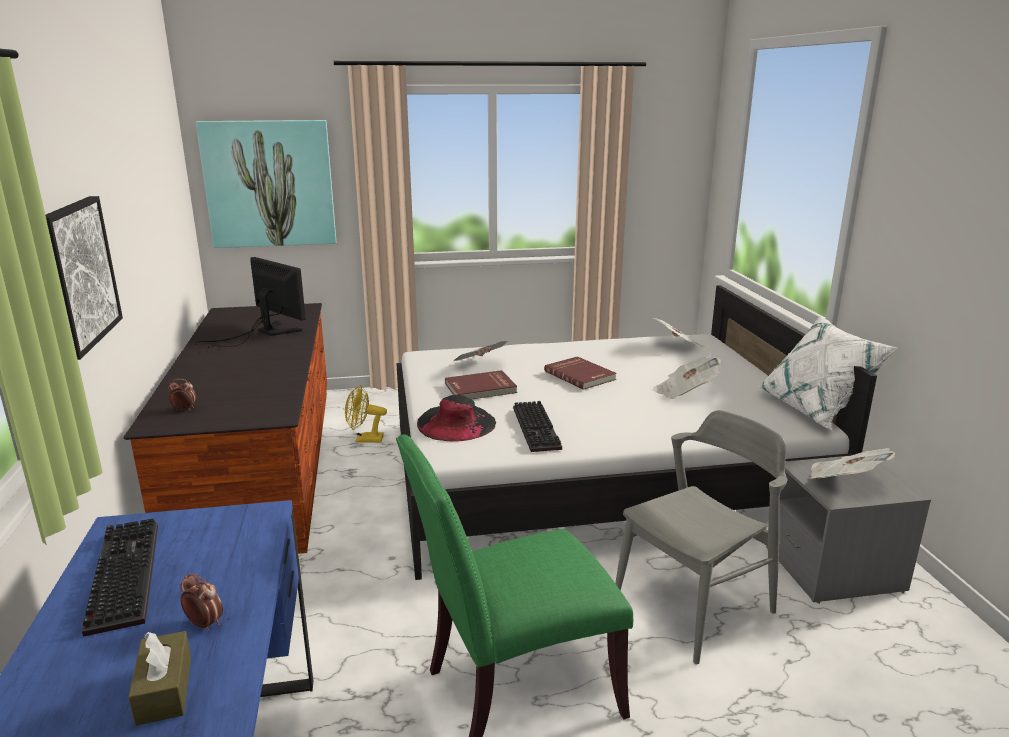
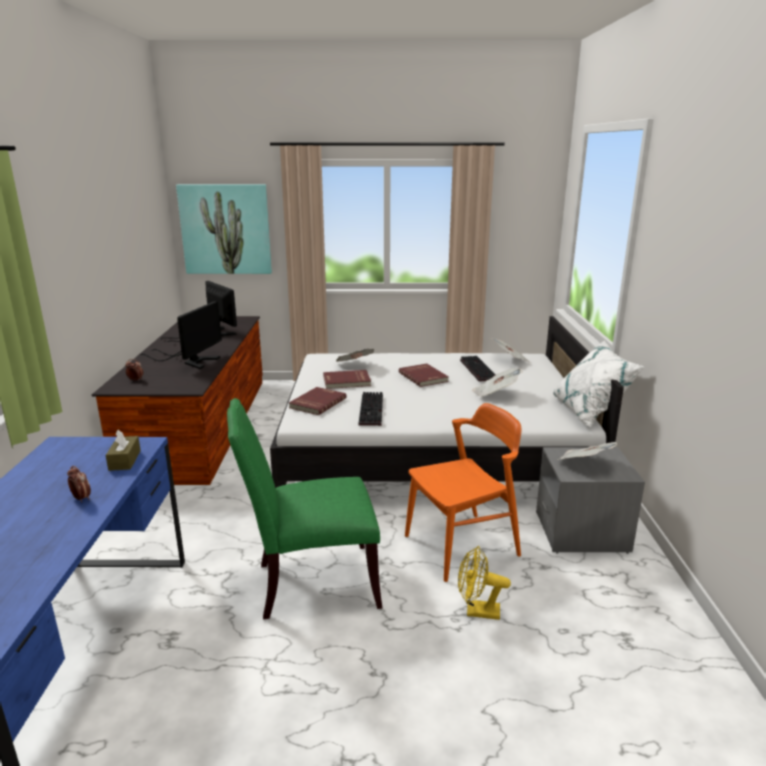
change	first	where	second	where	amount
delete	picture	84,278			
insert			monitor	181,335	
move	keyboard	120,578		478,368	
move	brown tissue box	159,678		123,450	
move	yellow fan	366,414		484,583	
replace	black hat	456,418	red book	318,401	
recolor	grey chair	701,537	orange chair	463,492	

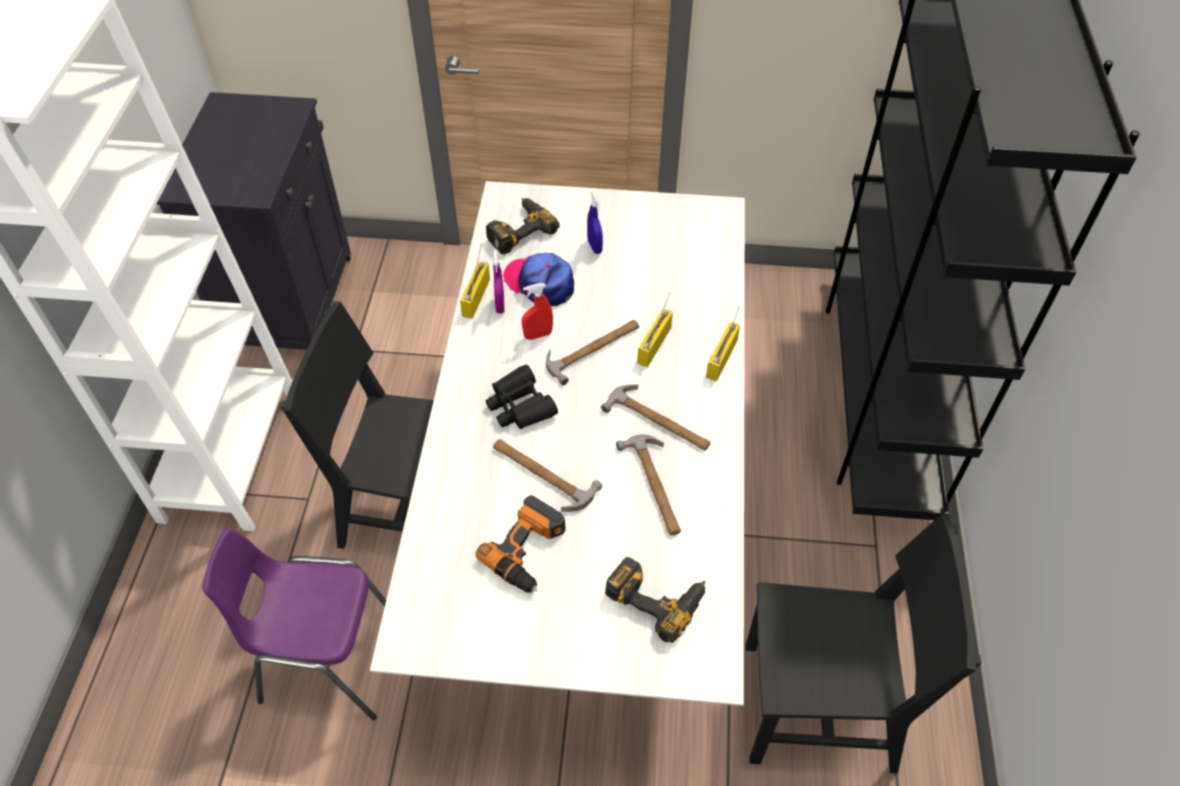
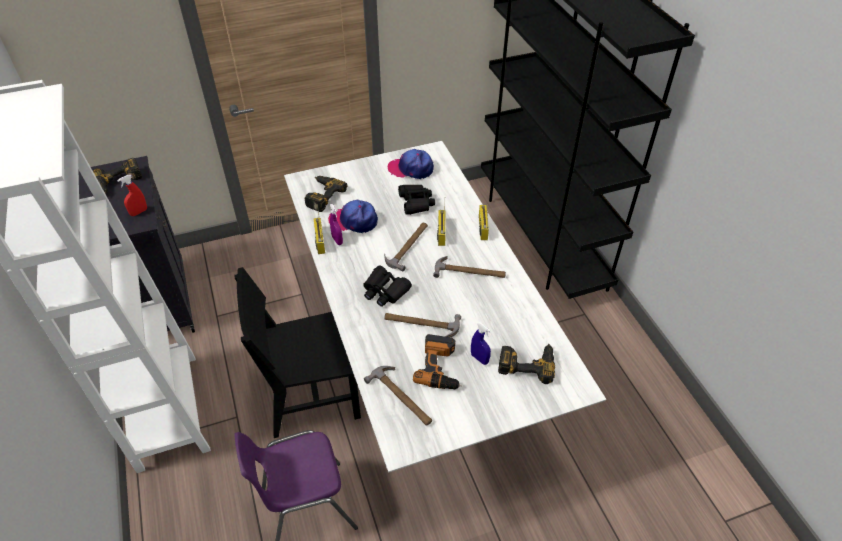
change	first	where	second	where	amount
delete	black chair	864,643			
insert			power drill	117,176	
insert			cap	411,164	
insert			black binoculars	416,200	
move	red spray bottle	537,311		132,195	
move	blue spray bottle	595,223		481,343	
move	hammer	648,484		398,396	

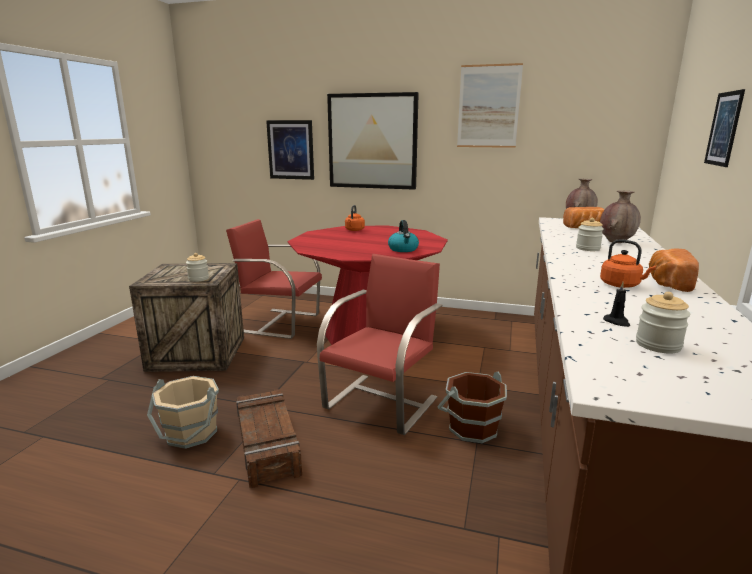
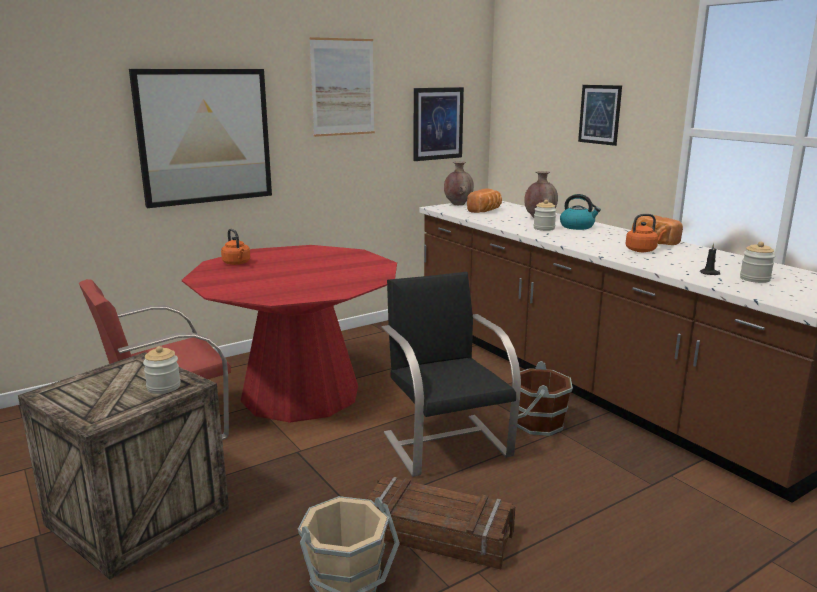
change	first	where	second	where	amount
move	picture	290,150		439,124	
move	kettle	403,236		580,212	
recolor	red chair	379,344	black chair	451,374	

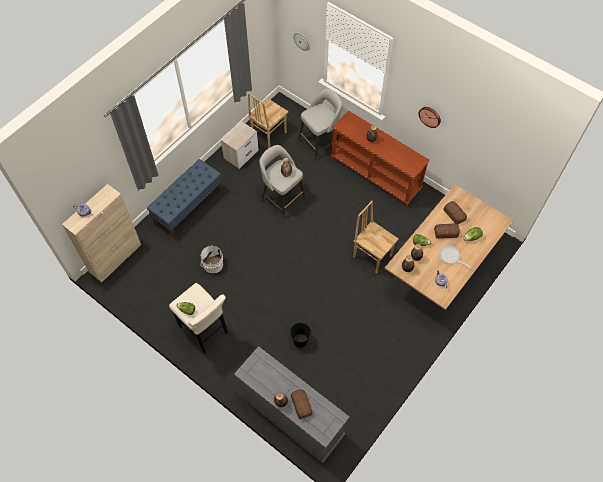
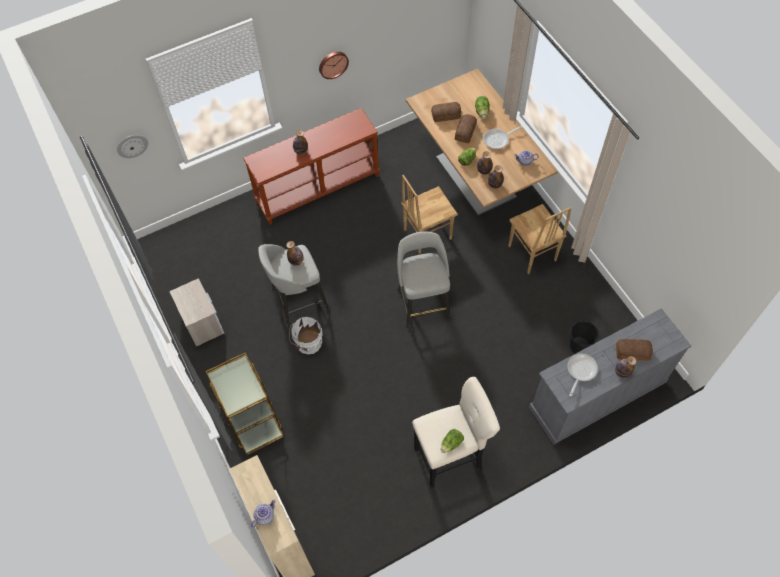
change	first	where	second	where	amount
insert			frying pan	582,375	
move	white bucket	211,258		305,335	
move	brown chair	268,120		540,239	
move	black bucket	300,335		584,337	
move	grey stool	320,124		423,280	
replace	blue bench	184,199	brown cart	245,404	

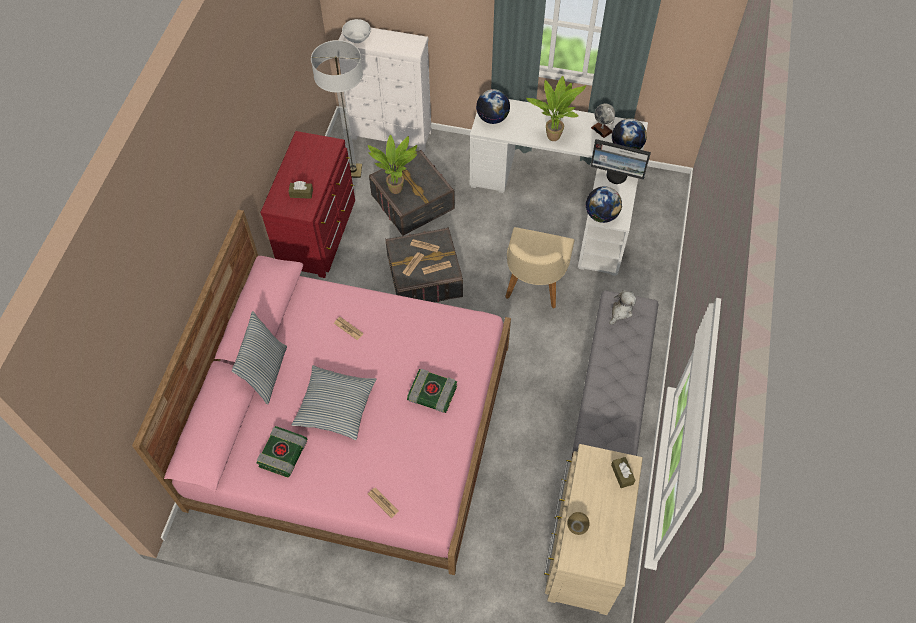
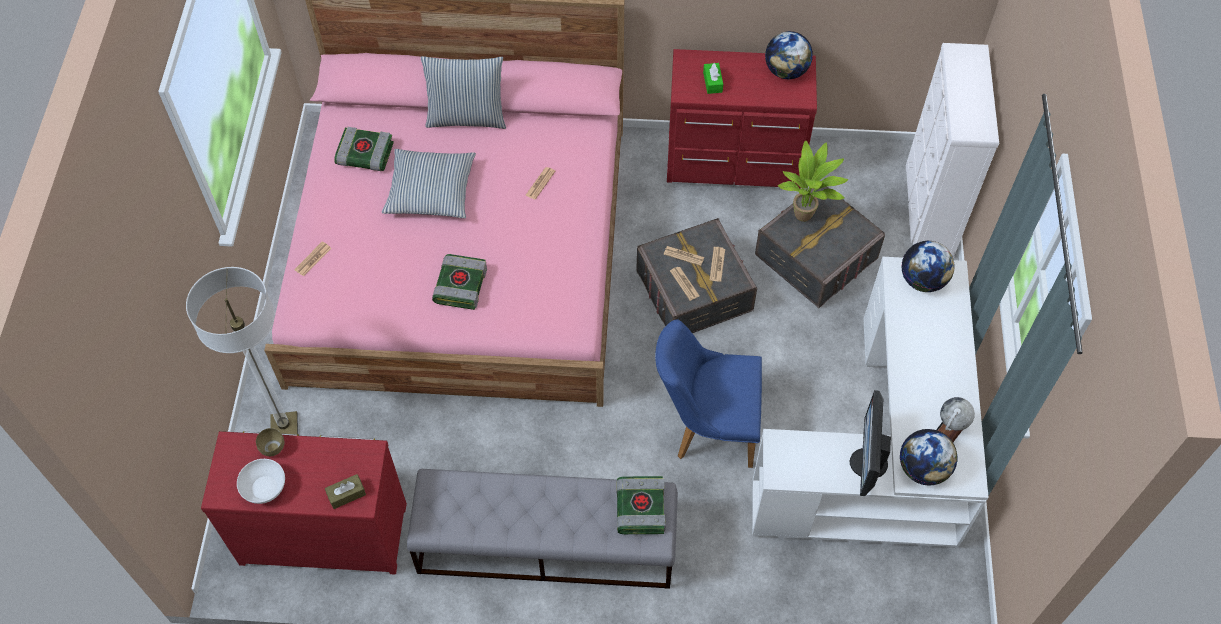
change	first	where	second	where	amount
delete	potted plant	556,108			
move	floor lamp	337,109		242,350	
move	white bowl	356,31		261,481	
move	globe	604,204		789,55	
replace	plush toy	622,307	book	641,505	
recolor	brown tissue box	301,190	green tissue box	713,78	
recolor	beige chair	540,268	blue chair	708,393	
recolor	beige dresser	593,529	red dresser	304,503	

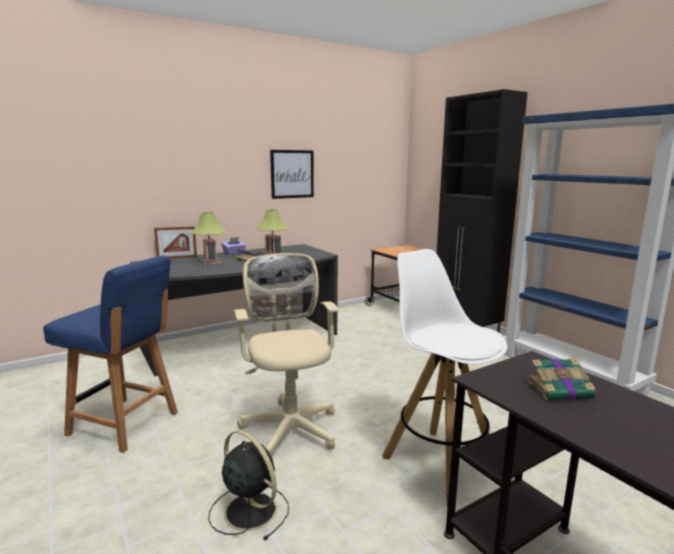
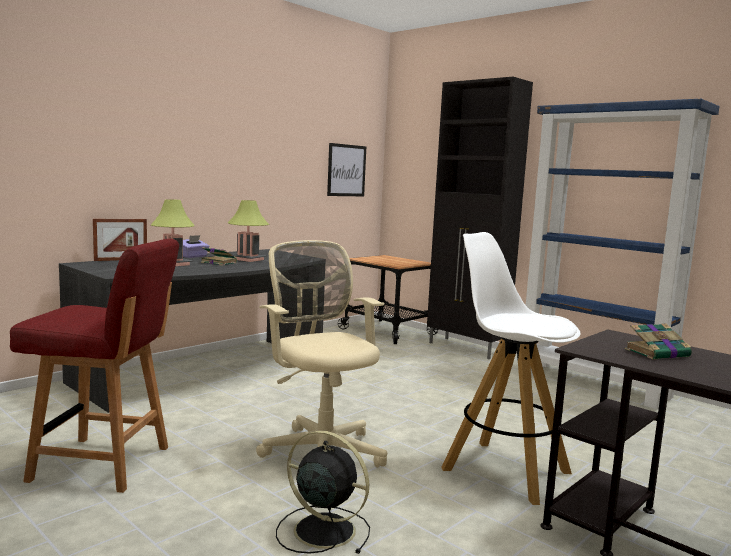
change	first	where	second	where	amount
move	picture	292,174		346,169	
recolor	blue chair	110,354	red chair	94,366	

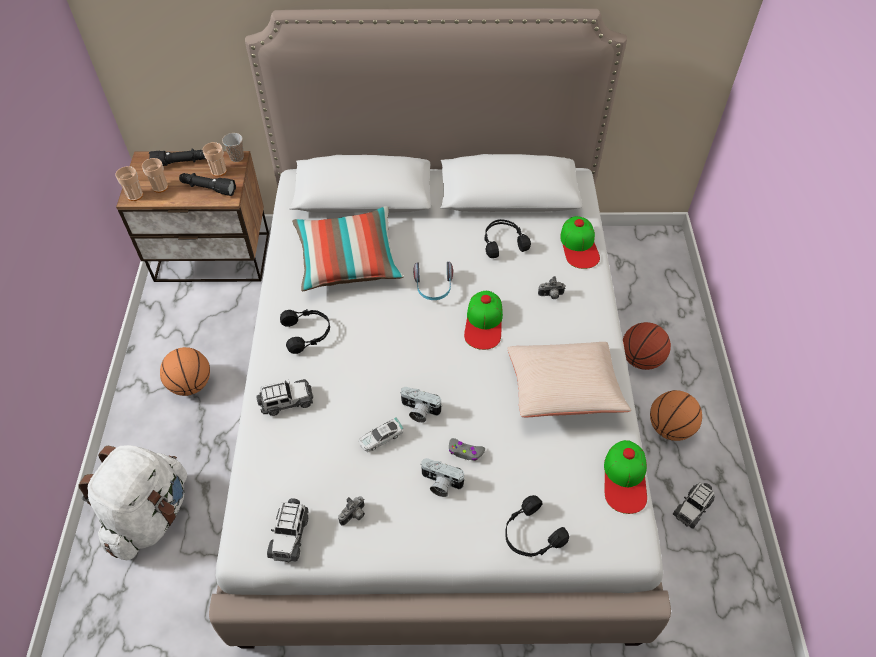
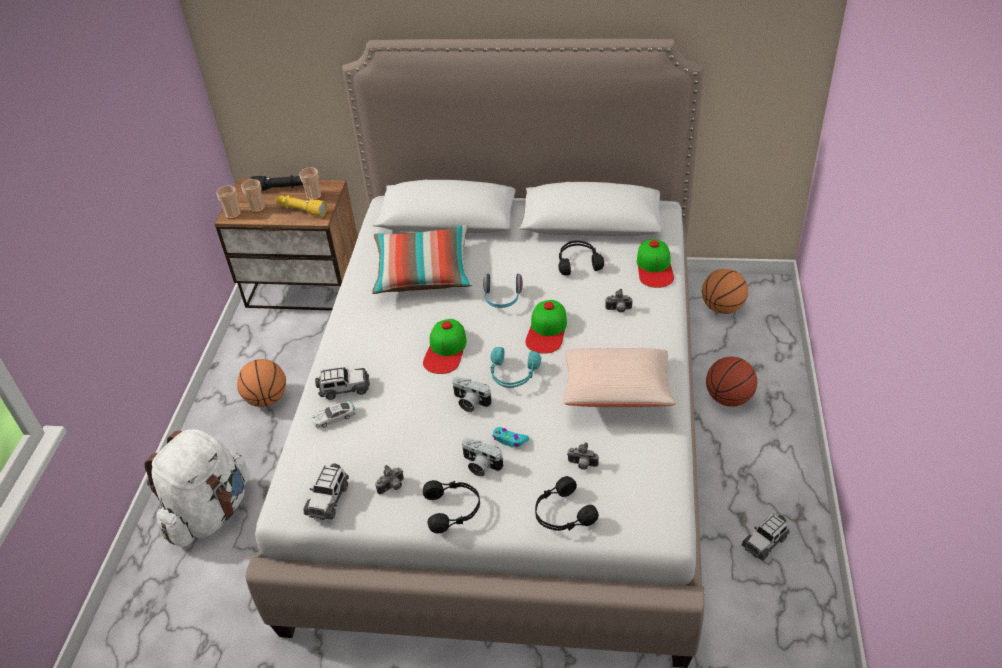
change	first	where	second	where	amount
delete	cup	233,147			
insert			turquoise headphones	516,367	
insert			photo camera	583,456	
move	black headphones	305,331		451,507	
move	toy car	381,434		333,413	
move	cap	625,477		444,346	
move	basketball	676,415		725,291	
recolor	black flashlight	207,184	yellow flashlight	301,206	
recolor	grey game controller	467,449	turquoise game controller	511,437	

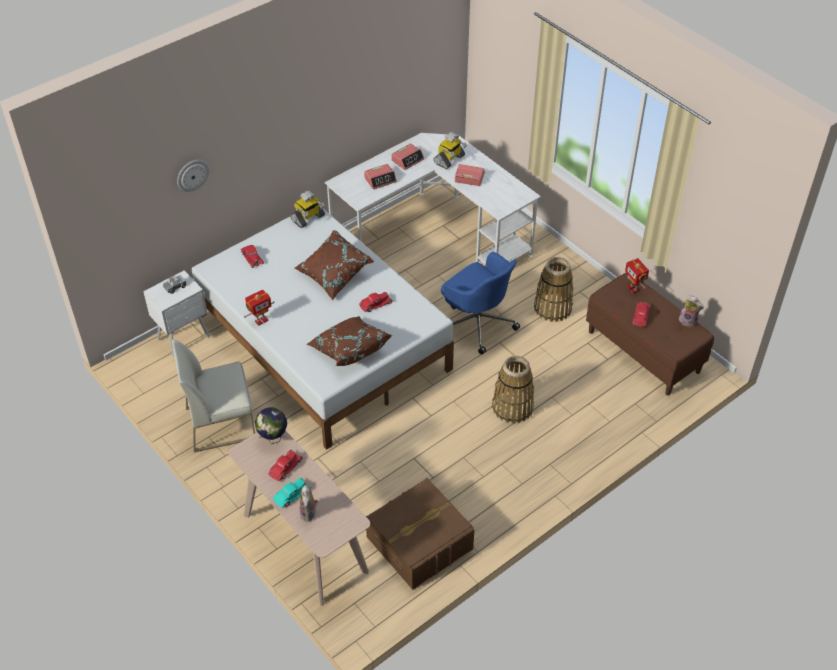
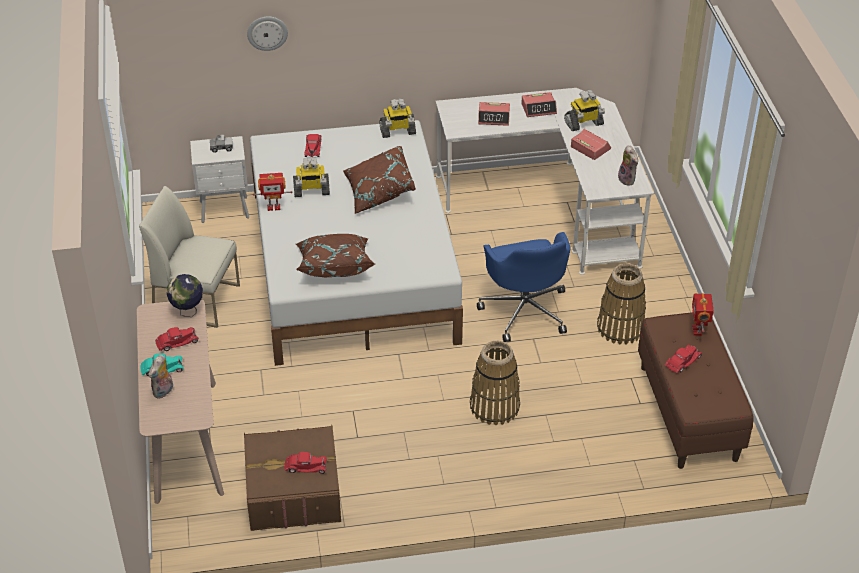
change	first	where	second	where	amount
insert			toy robot	311,177	
move	red toy car	376,302		306,463	
move	plush toy	691,311		628,165	

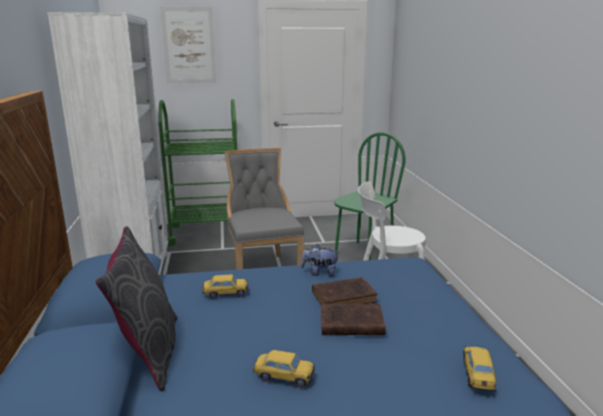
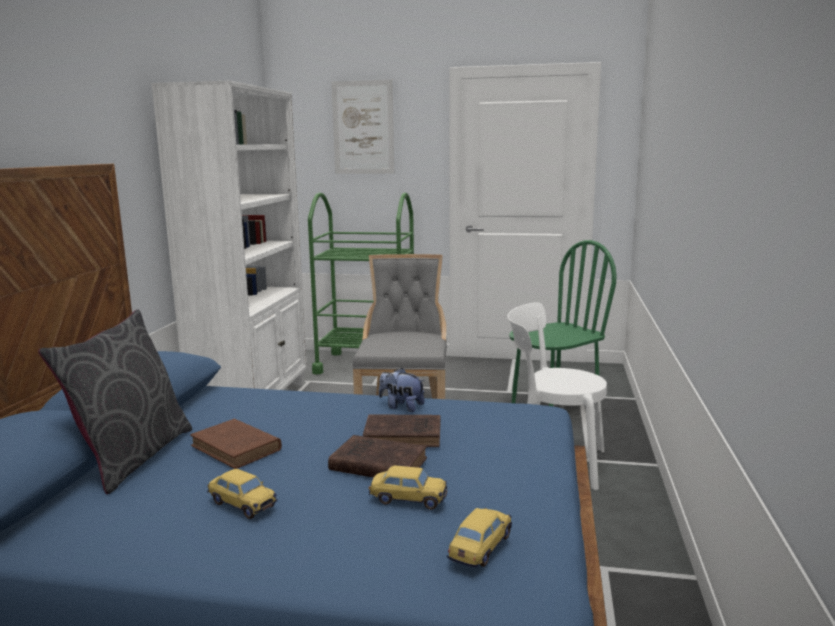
change	first	where	second	where	amount
insert			brown book	236,444	
move	toy car	225,286		408,487	

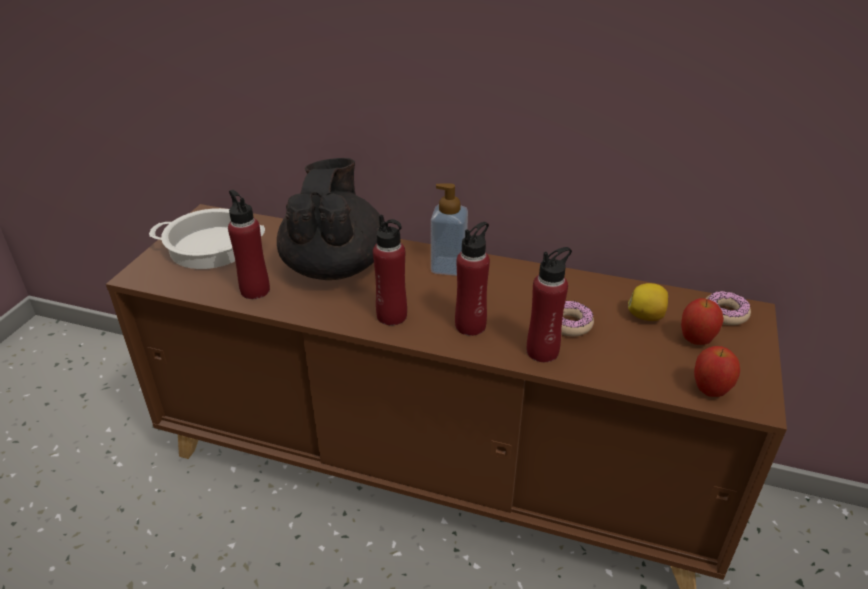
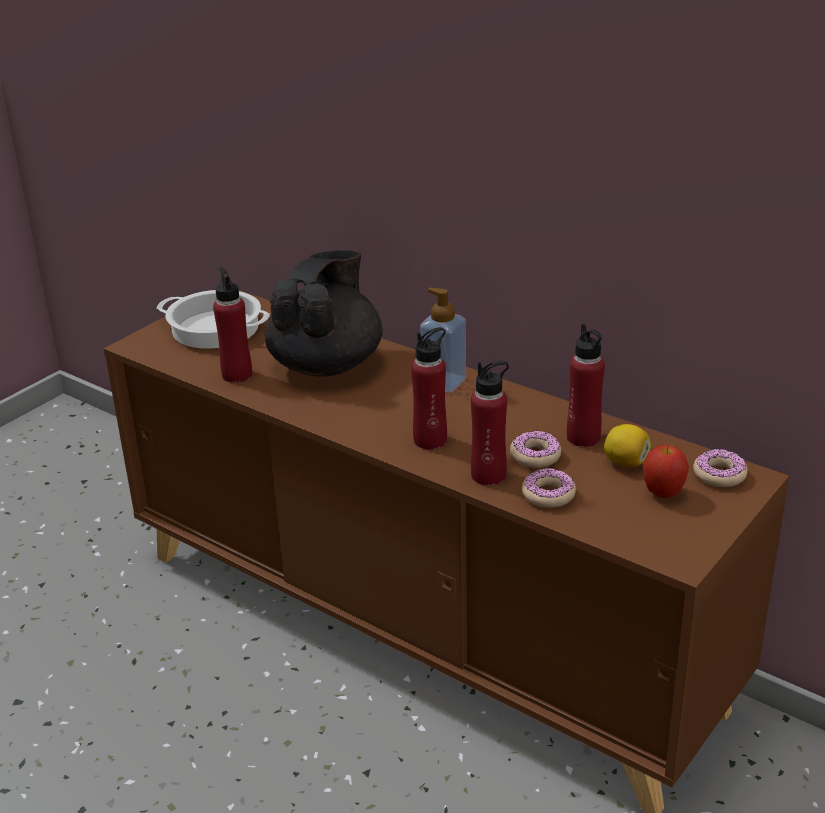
change	first	where	second	where	amount
delete	apple	717,371			
insert			donut	549,488	
move	red bottle	390,270		586,385	

